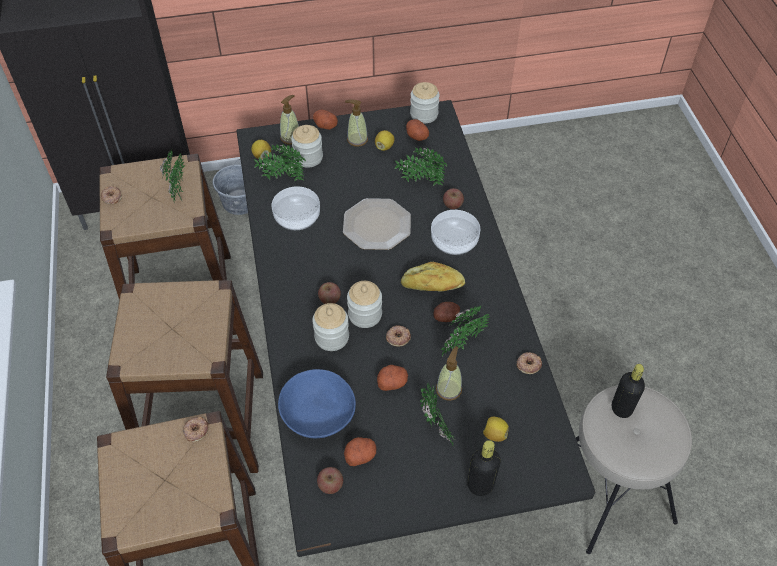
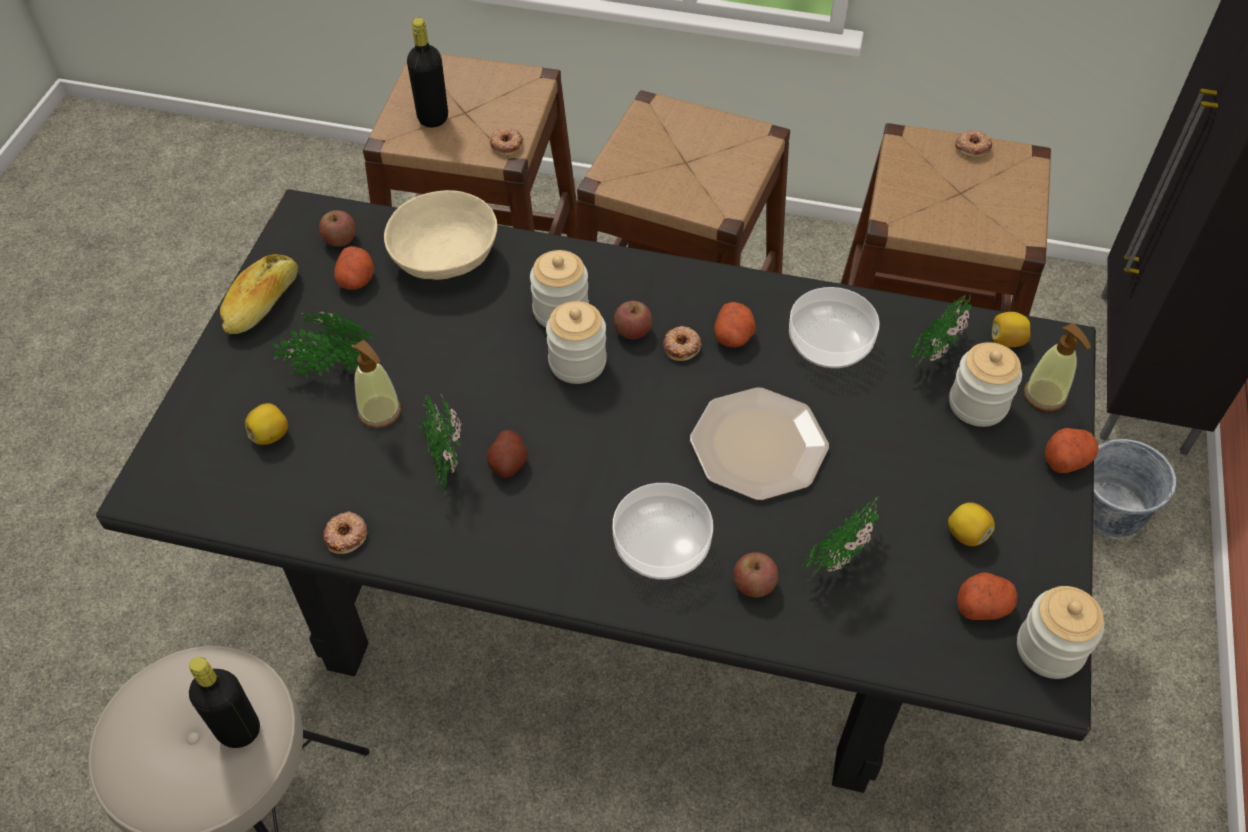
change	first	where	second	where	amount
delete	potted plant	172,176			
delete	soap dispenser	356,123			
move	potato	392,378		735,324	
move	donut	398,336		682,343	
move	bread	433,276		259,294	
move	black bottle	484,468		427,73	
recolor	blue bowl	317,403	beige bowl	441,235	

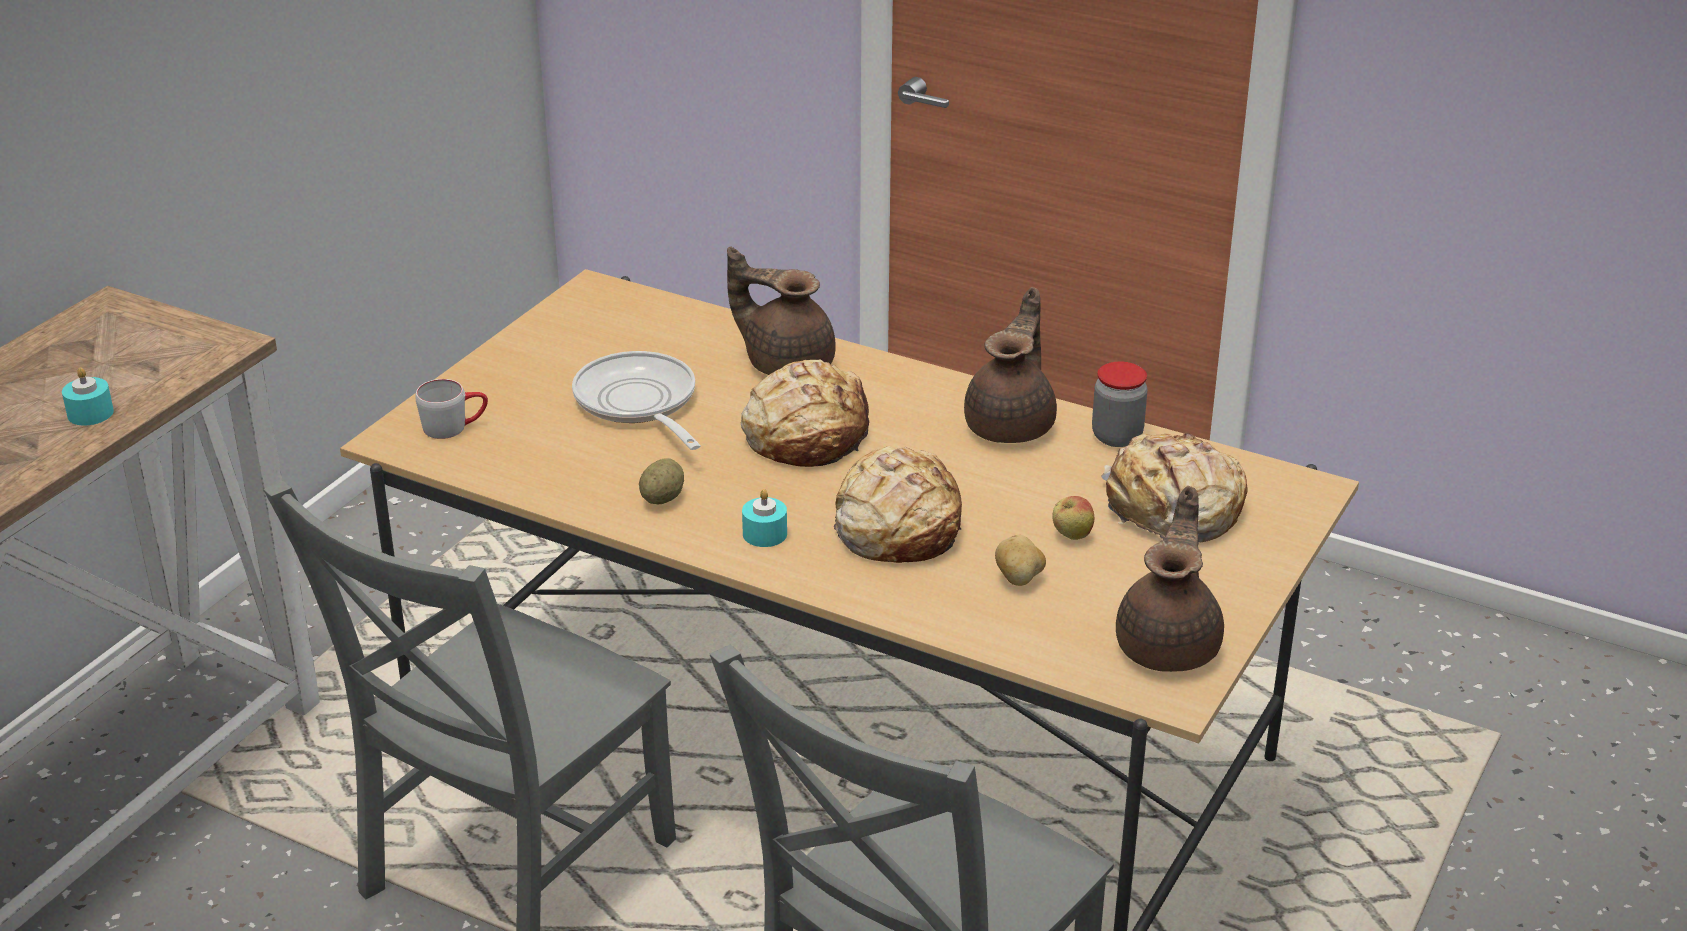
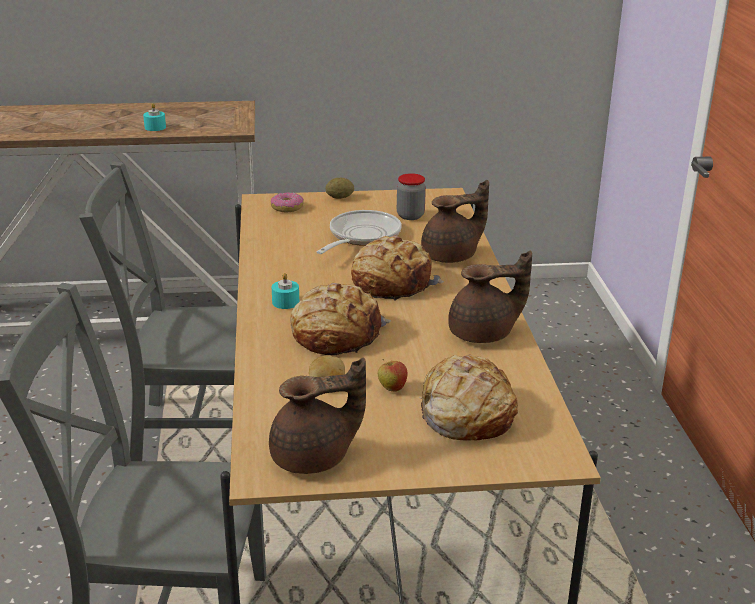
change	first	where	second	where	amount
move	potato	661,481		340,188	
move	jar	1120,404		411,196	
replace	grey mug	451,409	donut	287,202	
rotate	brown teapot	781,311		455,221	75 degrees clockwise

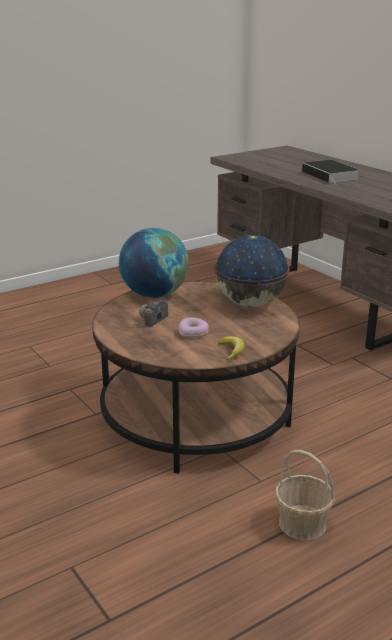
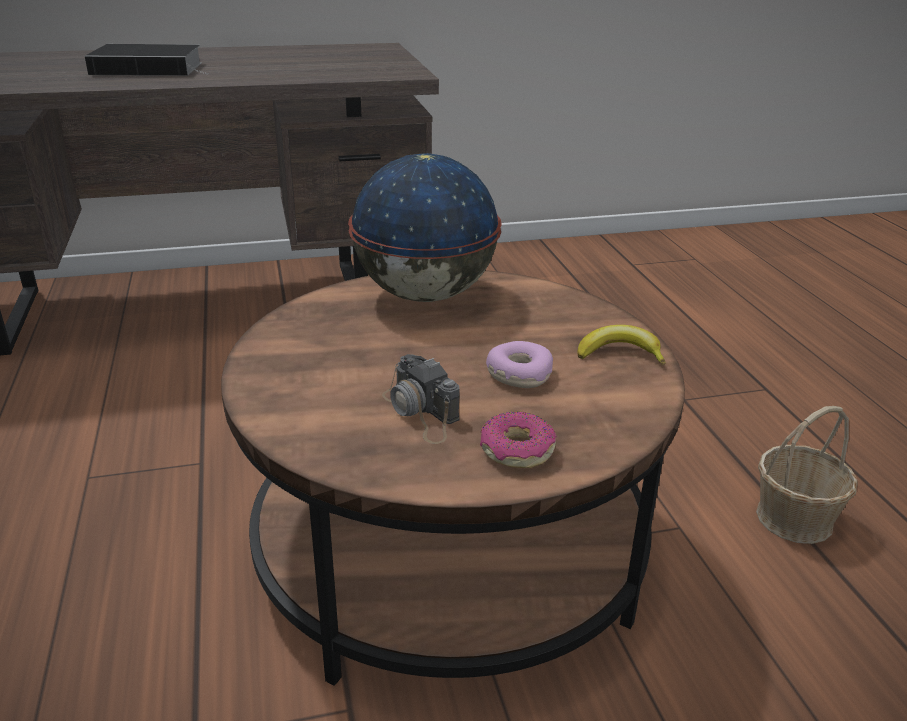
change	first	where	second	where	amount
delete	globe	154,263			
insert			donut	518,440	

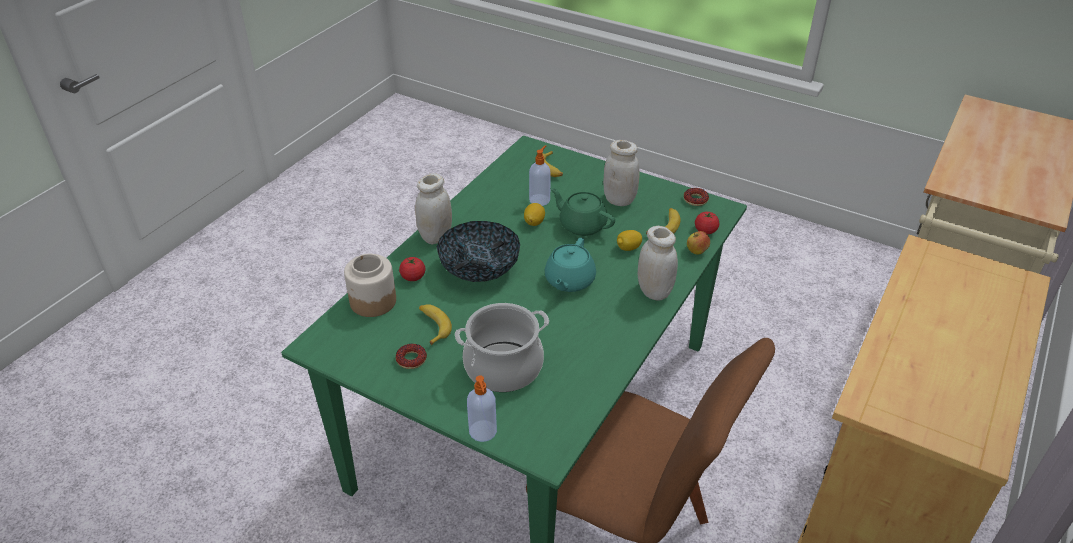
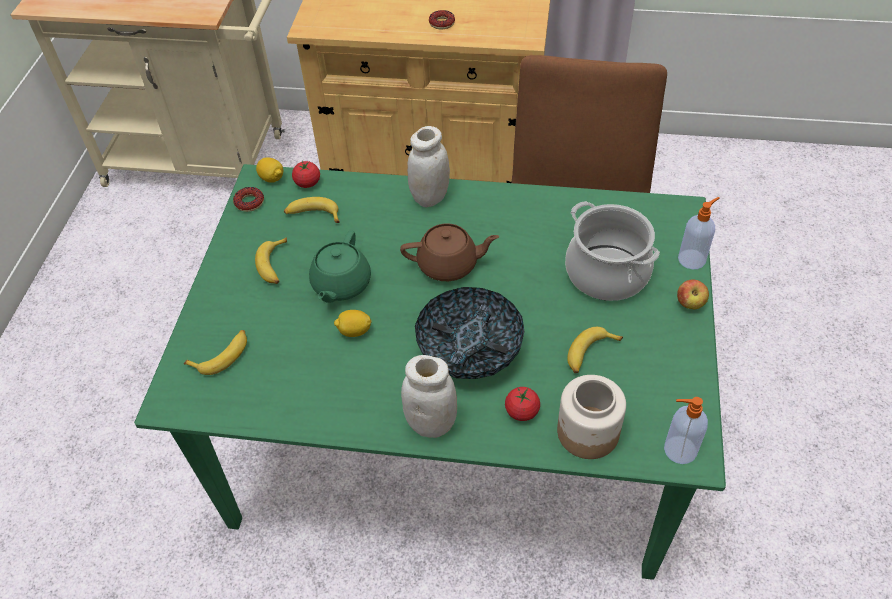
change	first	where	second	where	amount
move	donut	411,356		442,20	
move	soap dispenser	540,175		686,430	
move	lemon	629,240		269,170	
move	apple	698,243		693,294	
replace	white jar	621,173	banana	271,260	
recolor	turquoise teapot	570,265	brown teapot	449,252	

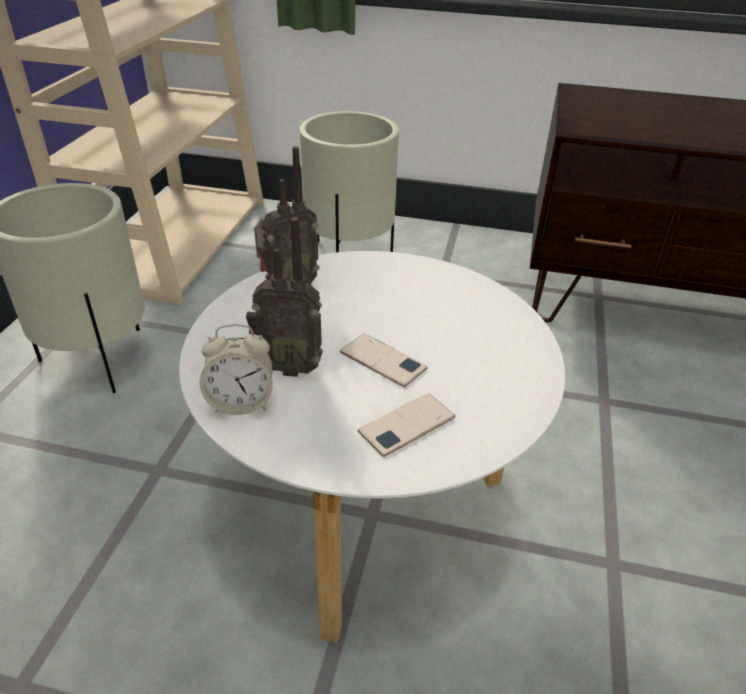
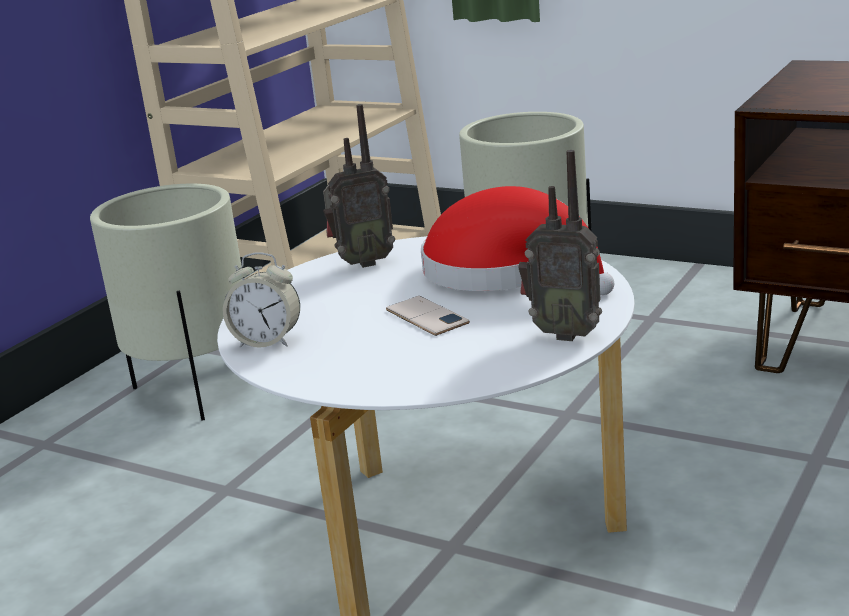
change	first	where	second	where	amount
delete	phone	406,425			
insert			red hat	517,240	
move	radio	284,297		560,245	

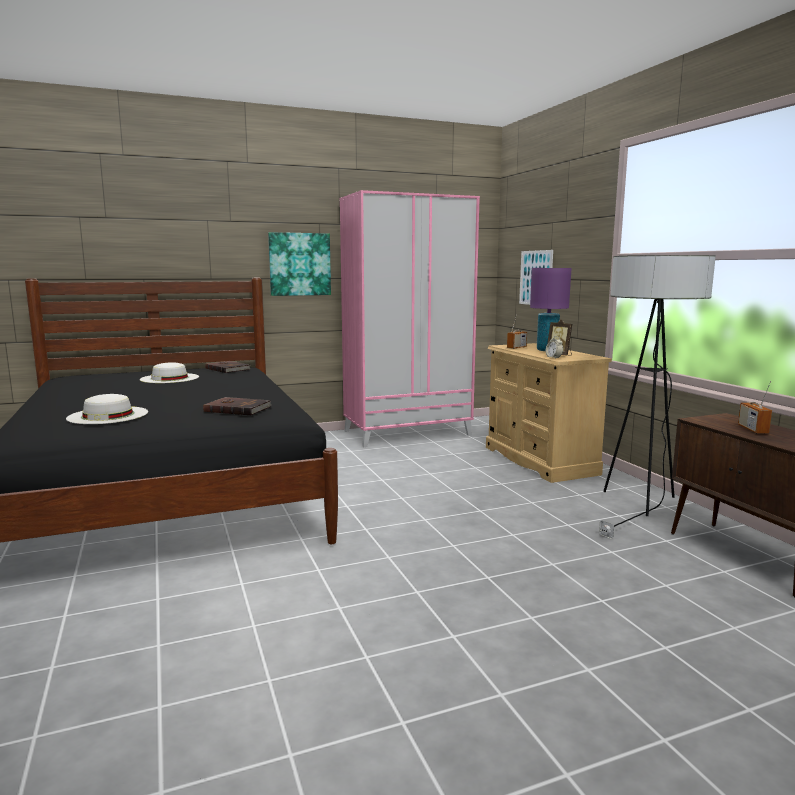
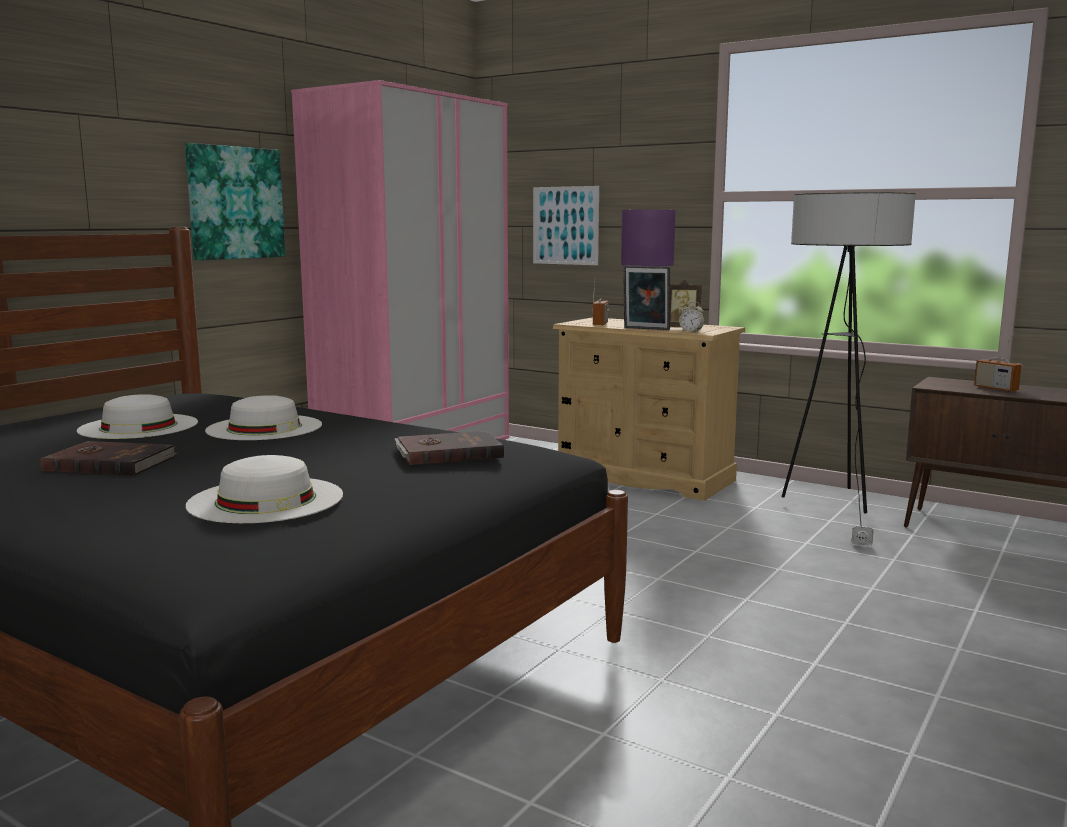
change	first	where	second	where	amount
insert			white hat	263,417	
insert			picture frame	646,298	
move	brown book	227,367		108,458	

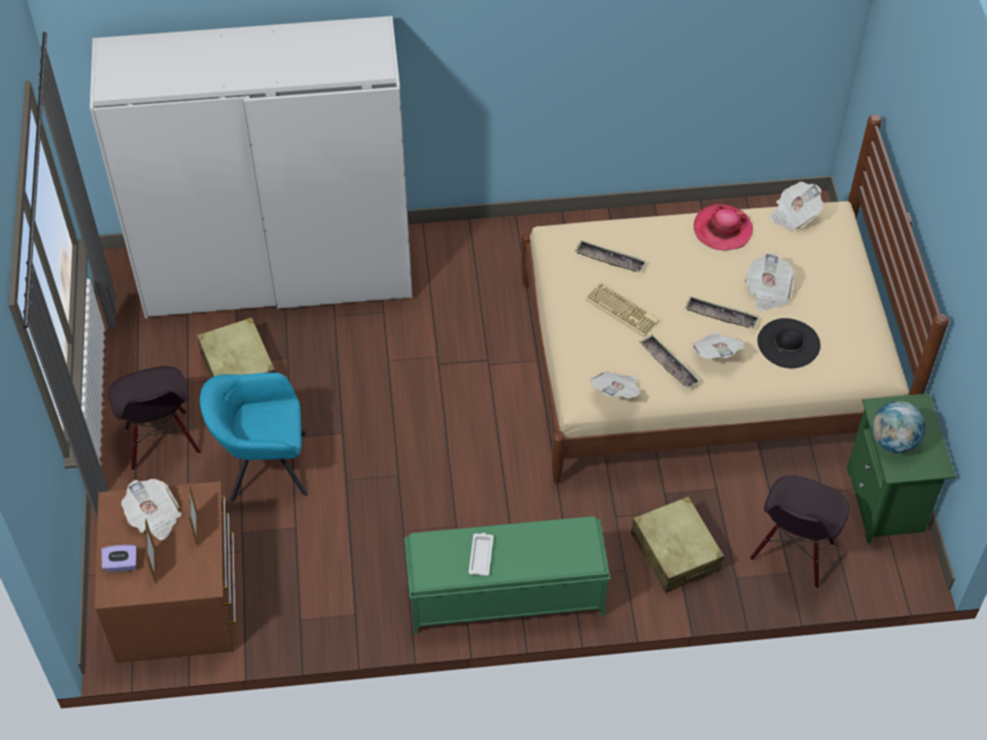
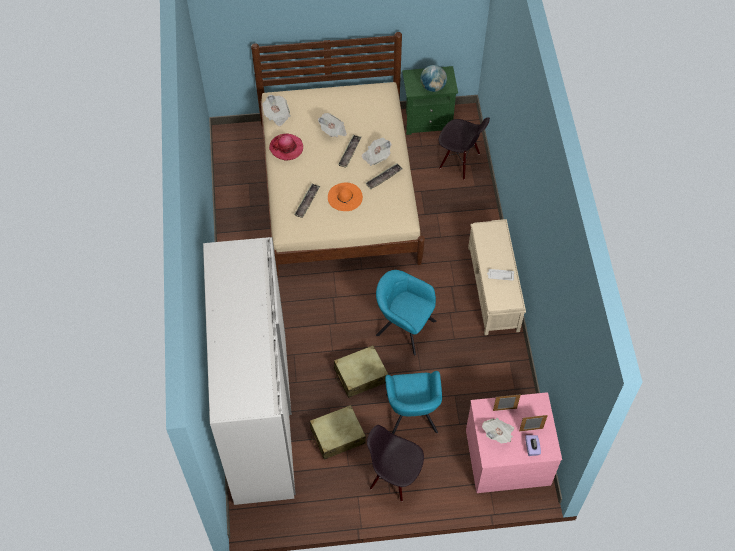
change	first	where	second	where	amount
delete	newspaper	615,385			
delete	black hat	788,343			
insert			turquoise armchair	406,312	
move	beige suitcase	677,544		361,371	
replace	keyboard	622,309	orange hat	345,197	
recolor	brown dresser	165,572	pink dresser	514,442	
recolor	green bench	507,575	beige bench	497,277	
rotate	black chair	155,418		395,463	135 degrees counterclockwise

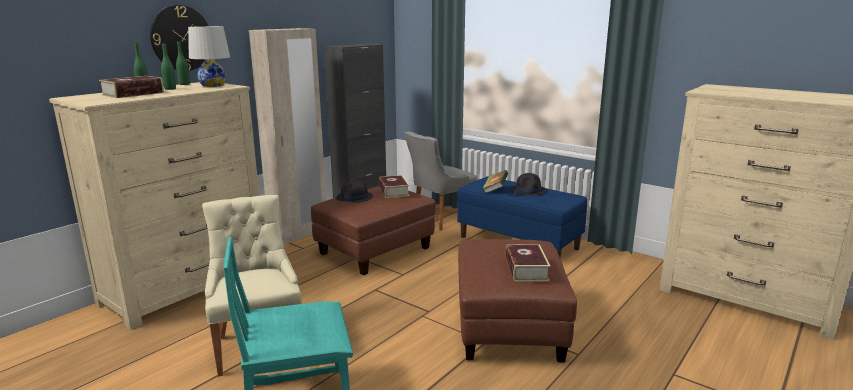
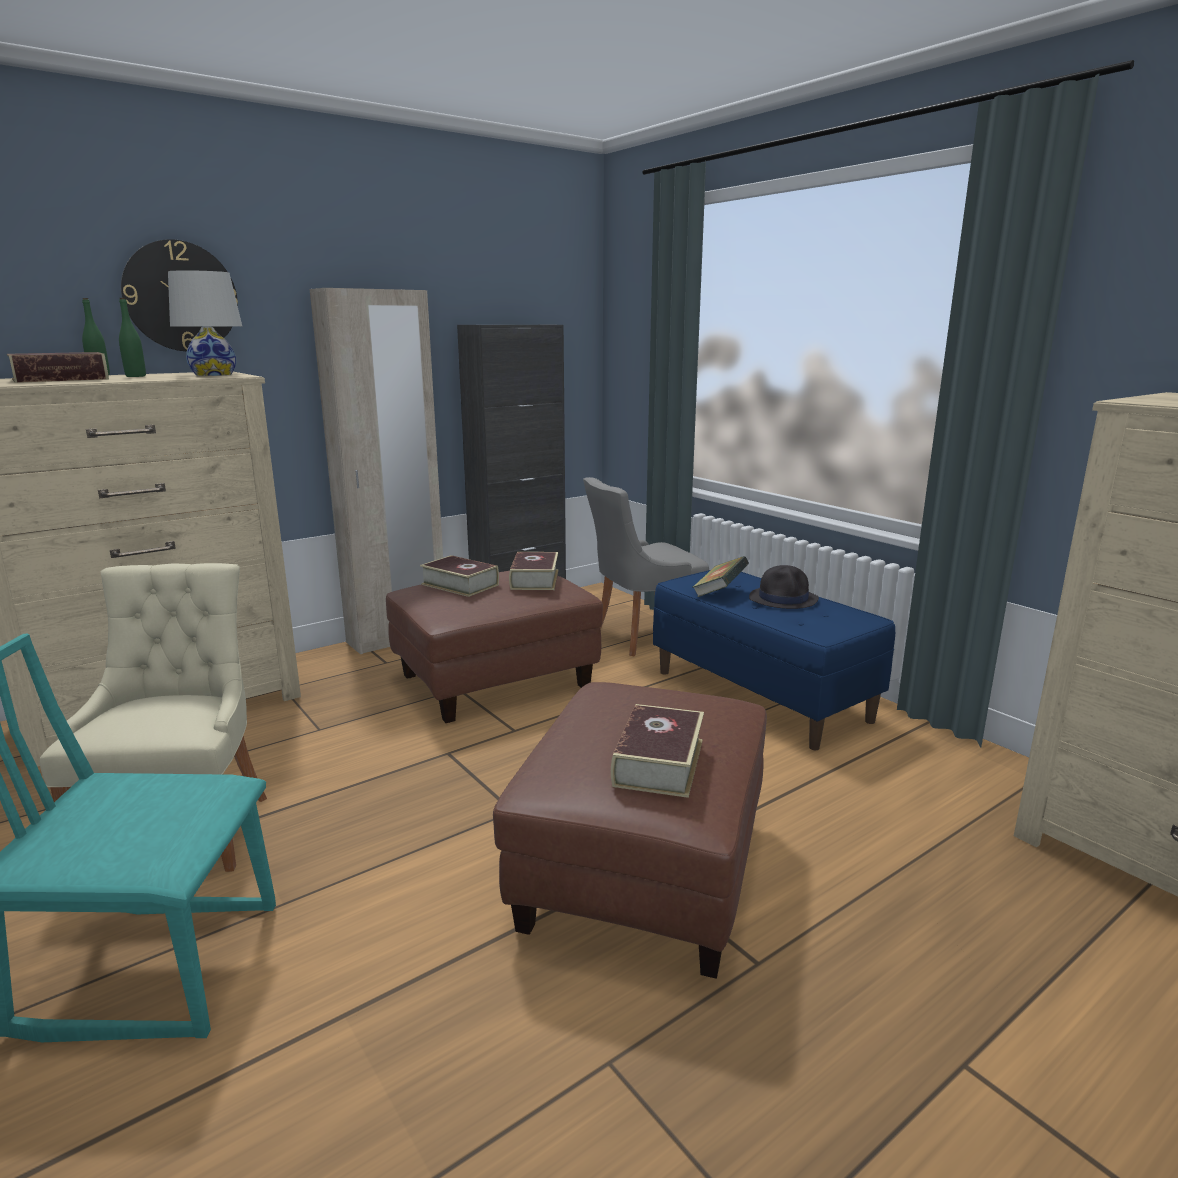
change	first	where	second	where	amount
delete	green bottle	183,63			
replace	black hat	354,190	book	459,576	

